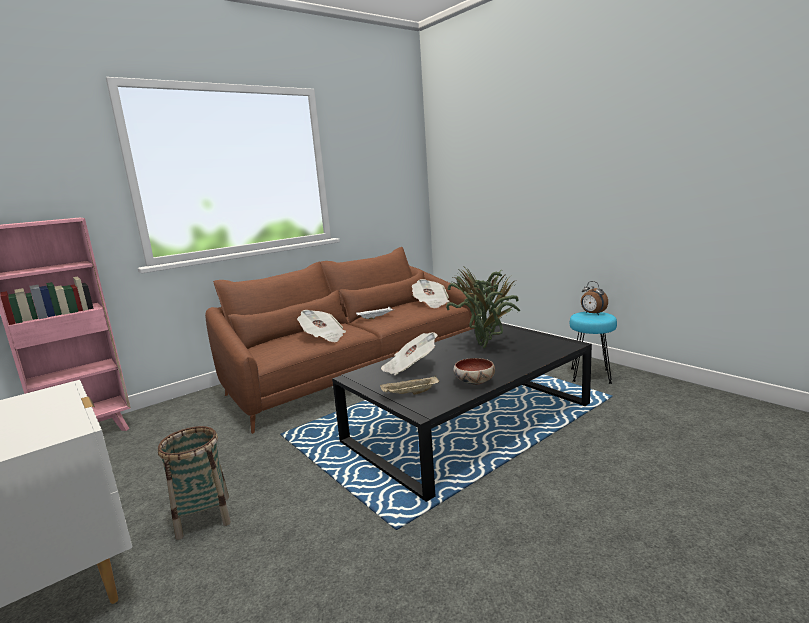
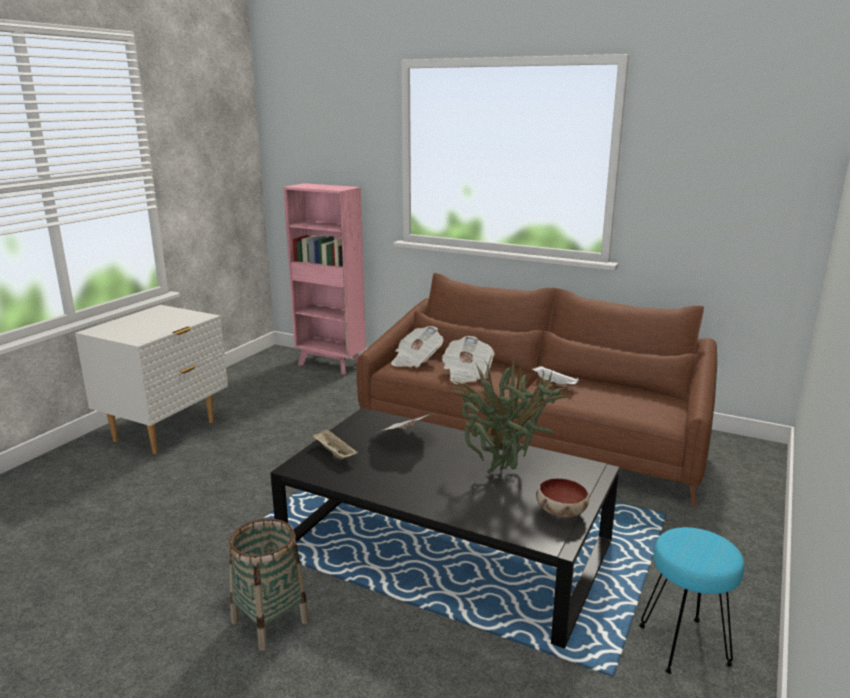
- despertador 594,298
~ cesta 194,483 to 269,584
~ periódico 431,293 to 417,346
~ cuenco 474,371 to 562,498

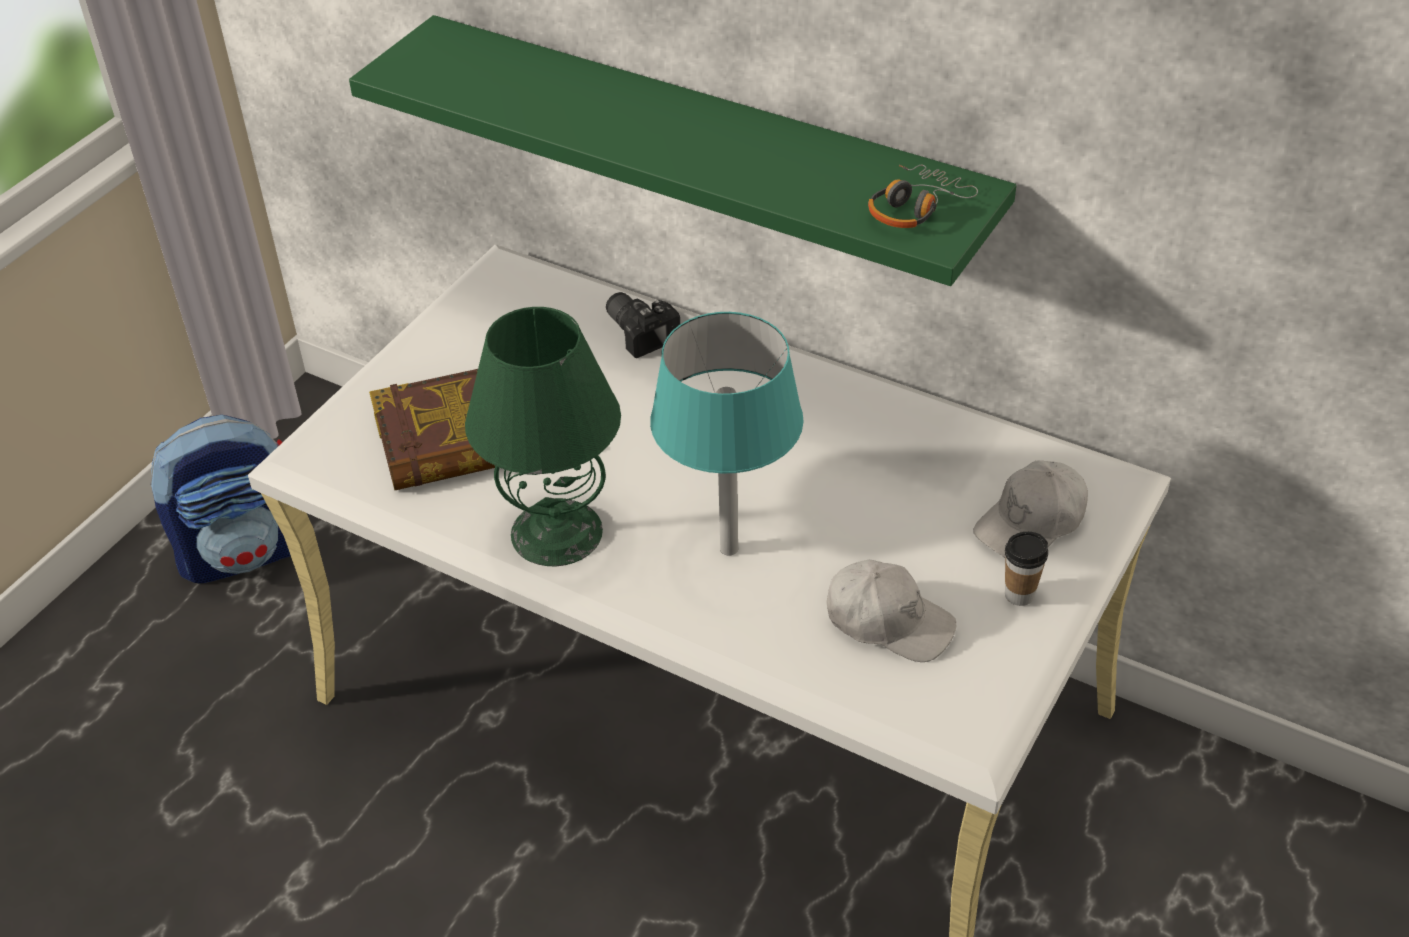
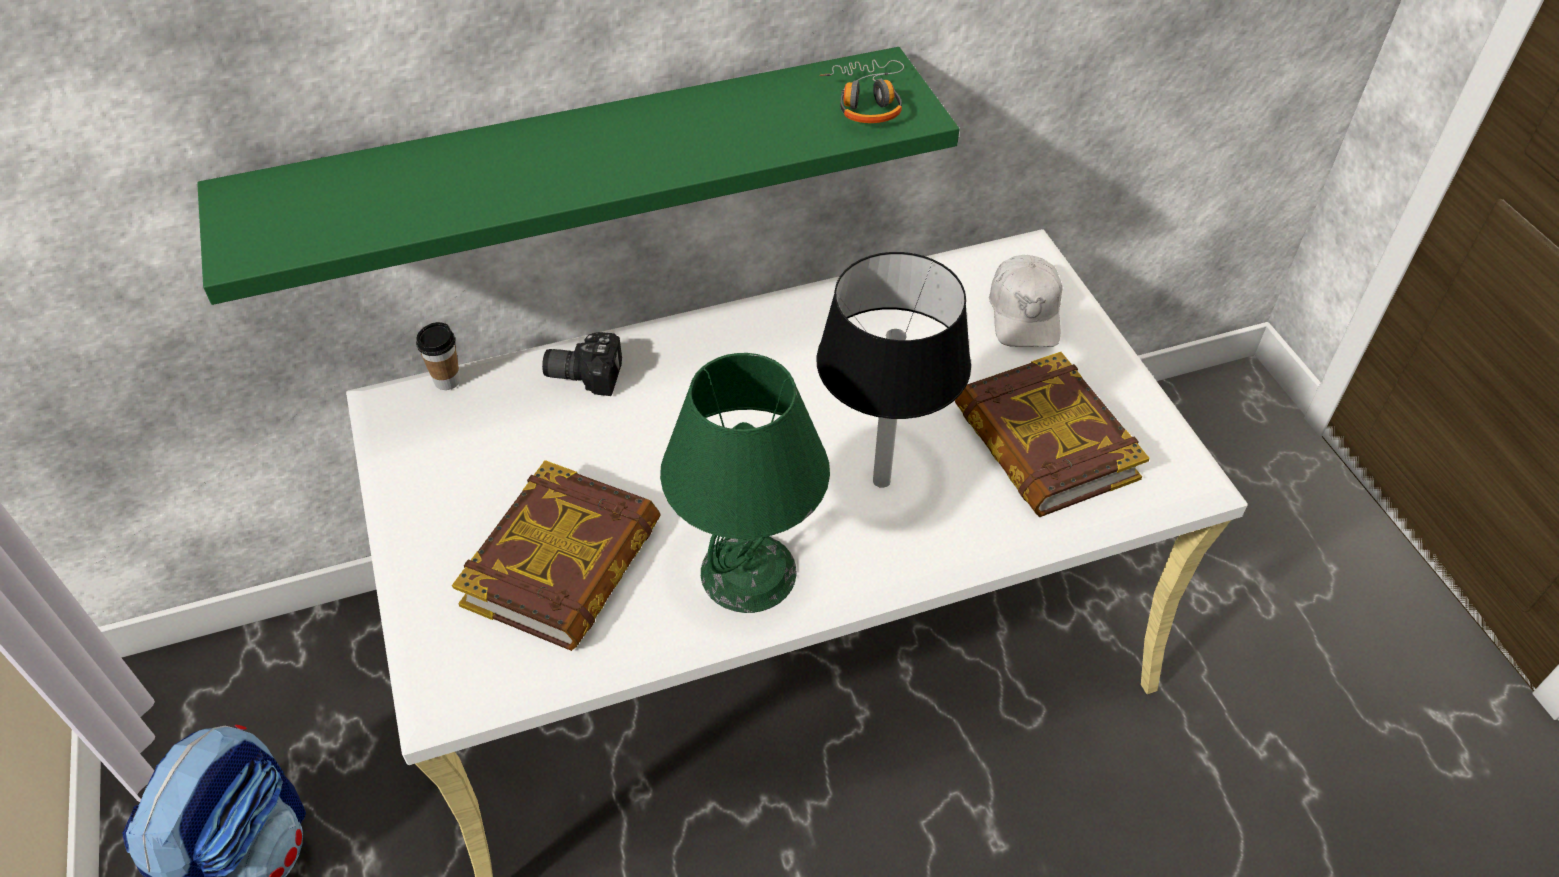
~ taza 1026,569 to 438,356
~ gorra/blanco 891,611 to libro 1052,434
~ lámpara de mesa/turquesa 727,433 to lámpara de mesa/negro 893,370

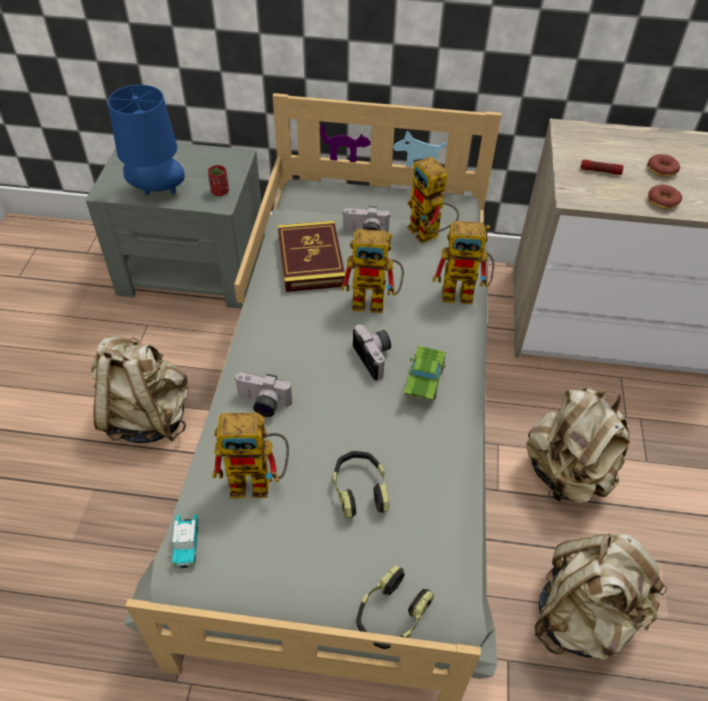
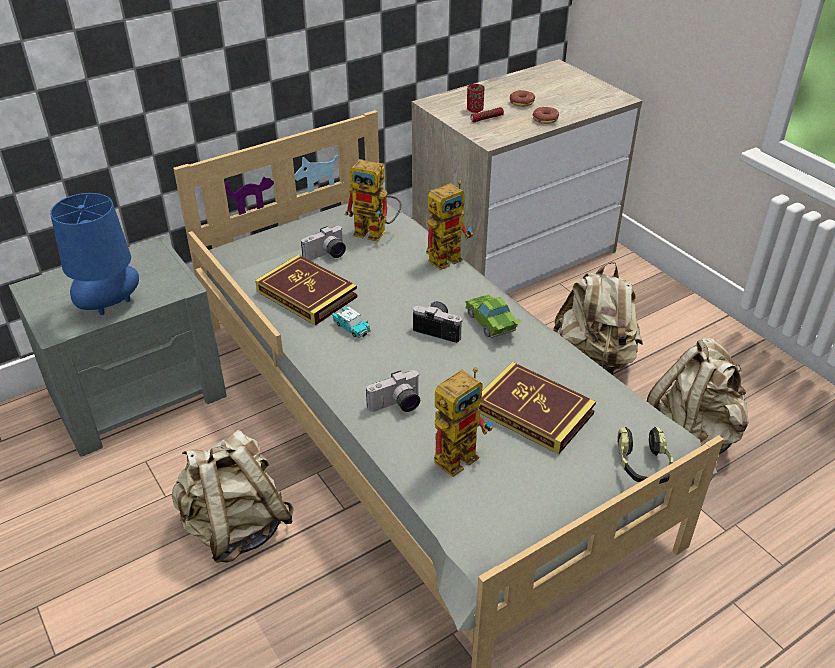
- robot de juguete 372,271
~ coche de juguete 183,541 to 351,322
~ taza/rojo 218,180 to 476,98
~ auriculares 361,484 to libro 537,408

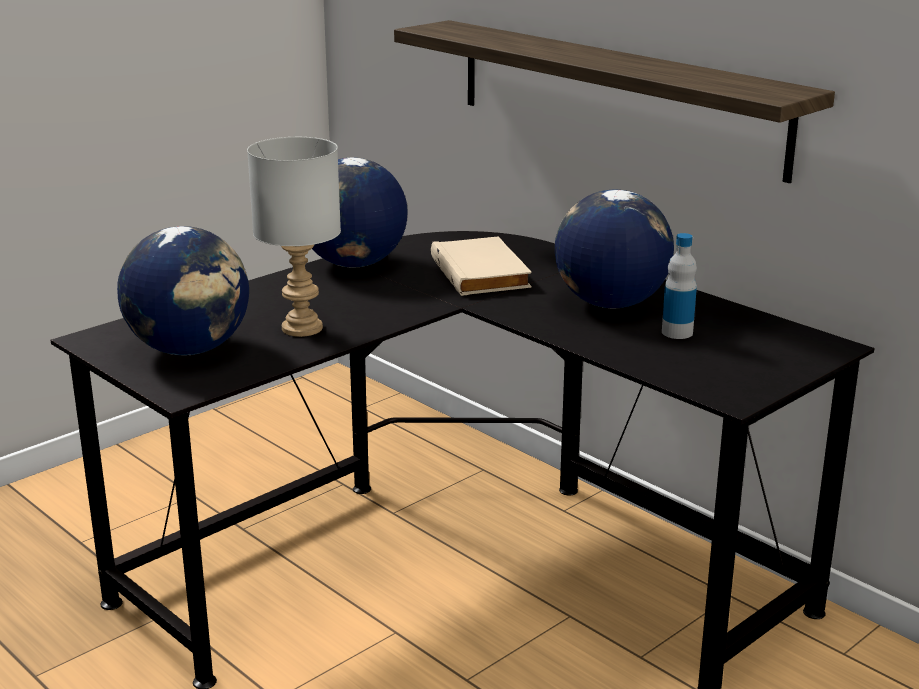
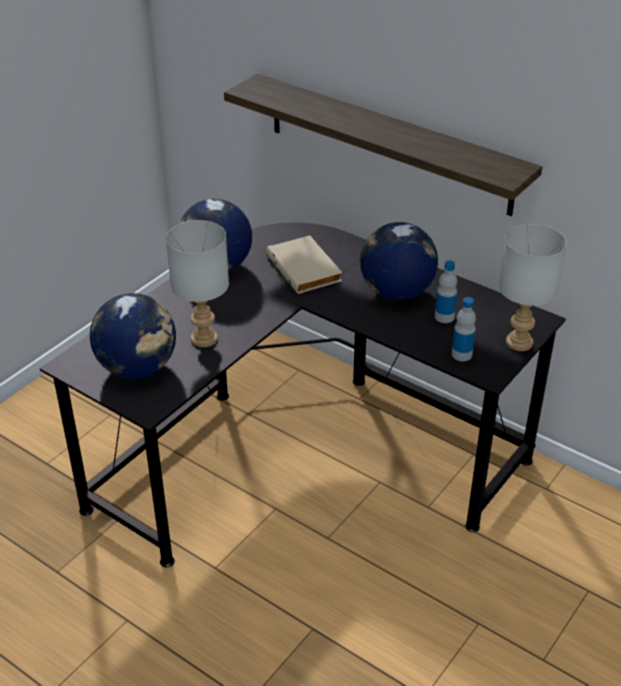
+ botella 464,329
+ lámpara de mesa/gris 533,287

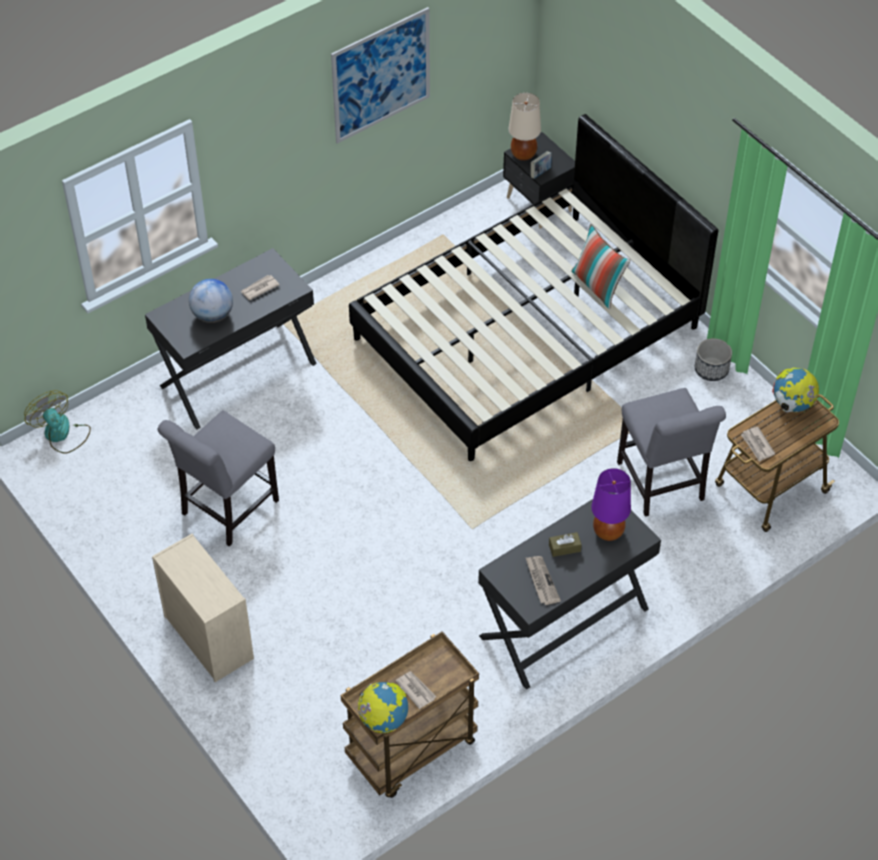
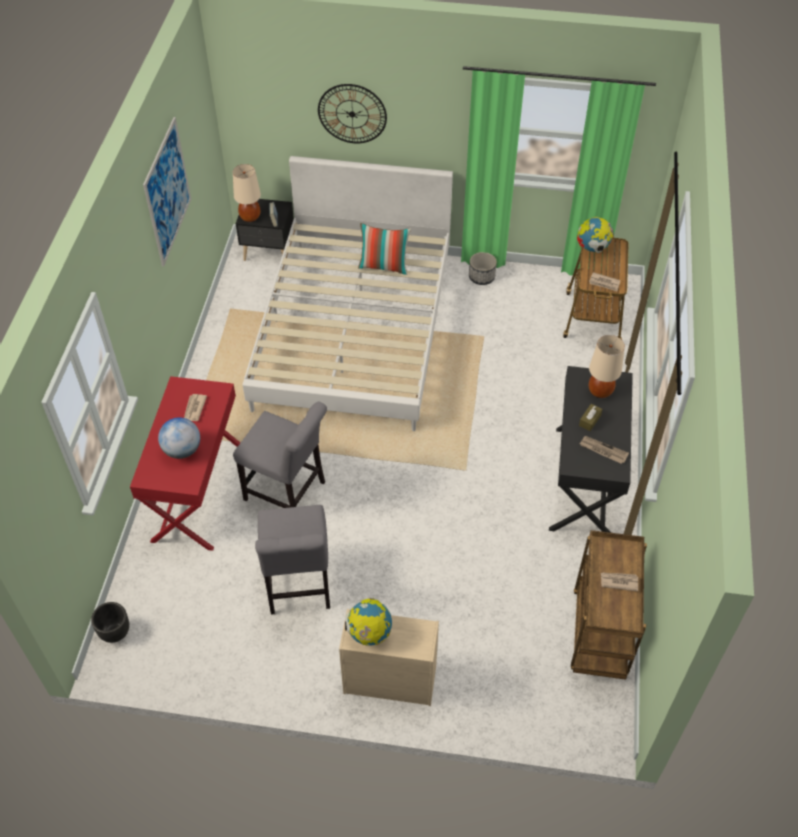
+ reloj de pared 352,113
~ globo terráqueo 383,707 to 368,622
~ silla/gris 671,452 to 280,455
~ ventilador 57,421 to maceta/negro 110,622
~ escritorio/negro 231,338 to escritorio/rojo 185,463
~ cama/negro 533,287 to cama/blanco 348,293
~ lámpara de mesa/morado 611,504 to lámpara de mesa/beis 607,366

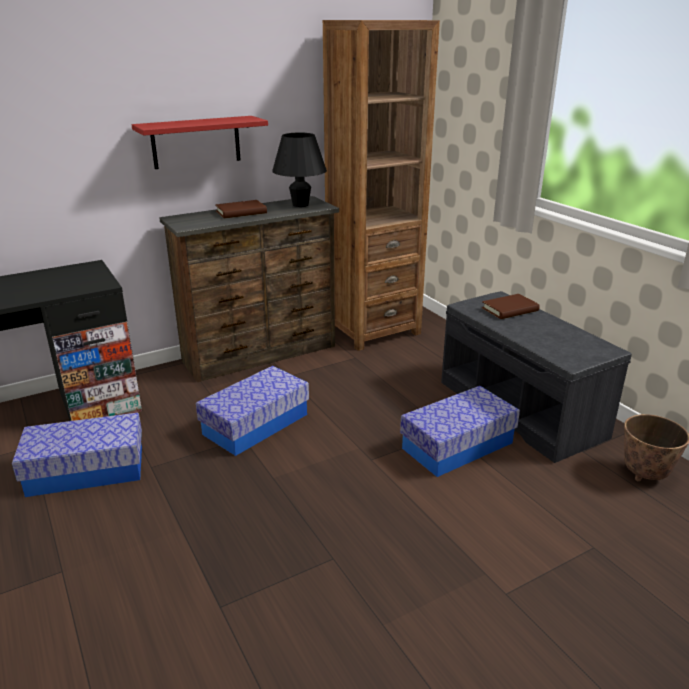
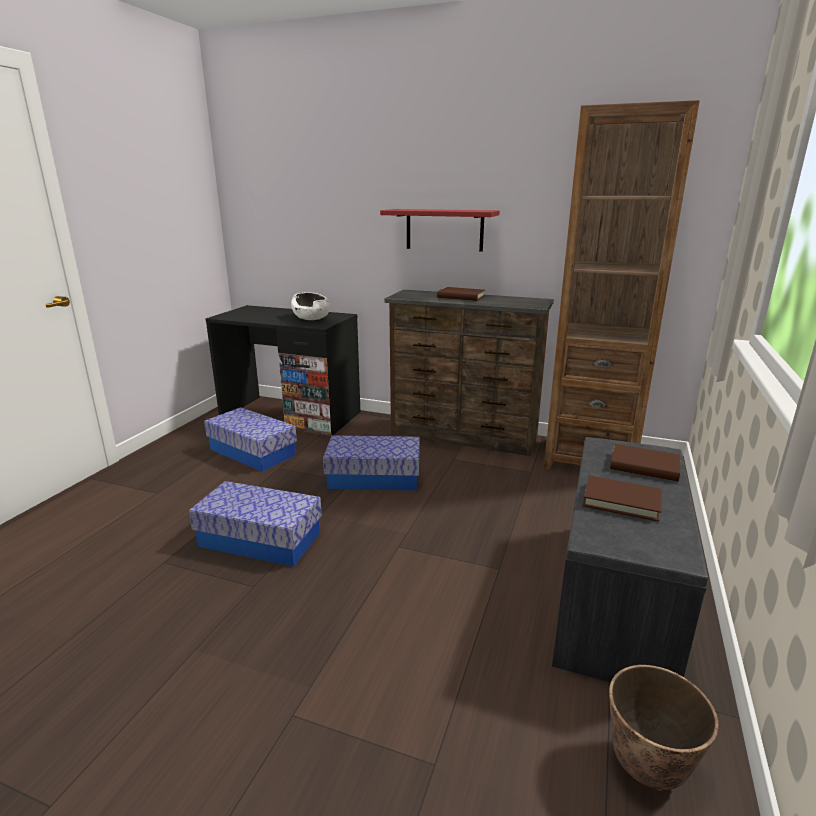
- lámpara de mesa/negro 299,169
+ cuenco/blanco 310,306
+ libro/marrón 622,499
~ caja de almacenaje 460,431 to 255,524

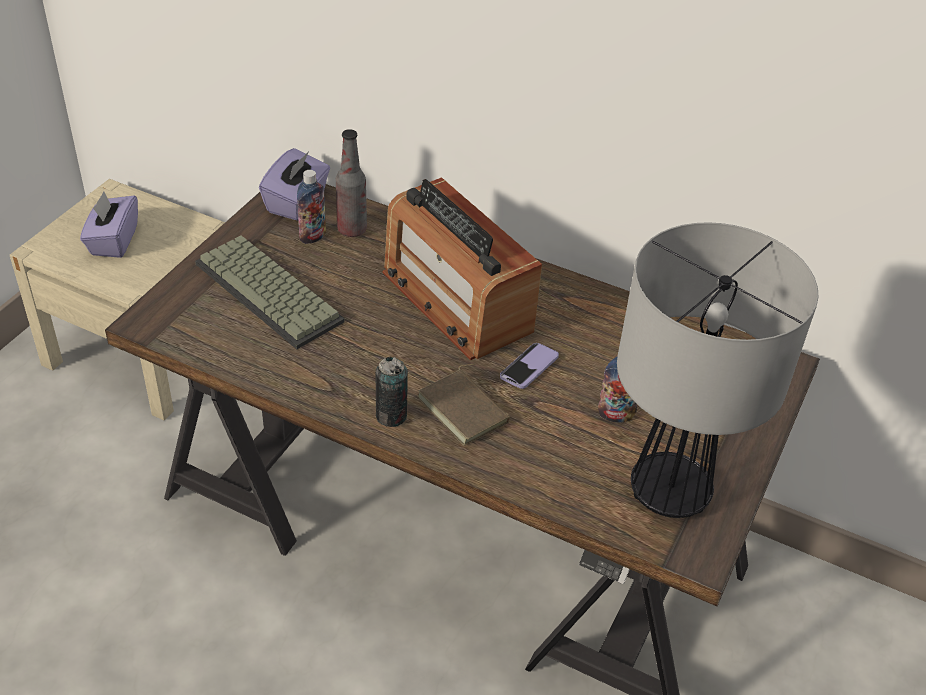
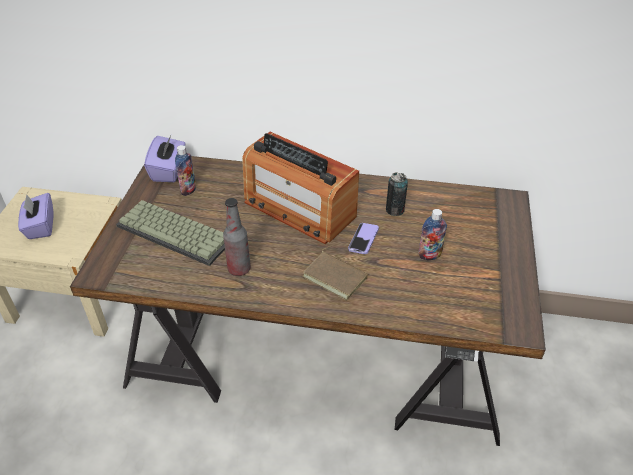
- lámpara de mesa 717,370
~ botella 351,183 to 237,237
~ lata 392,391 to 397,194

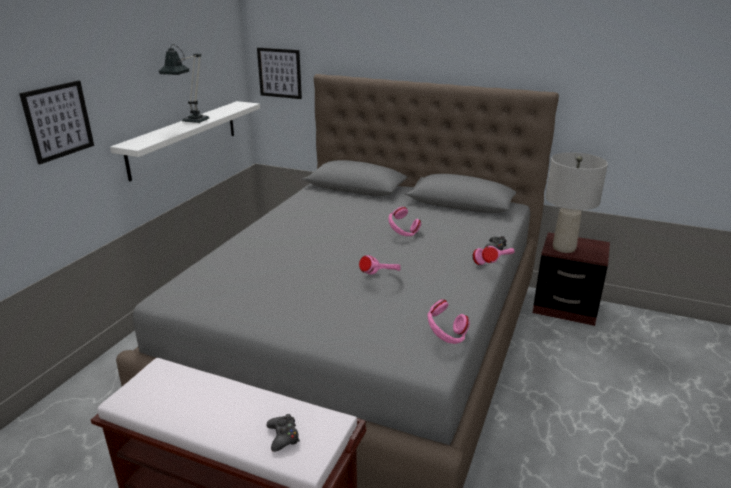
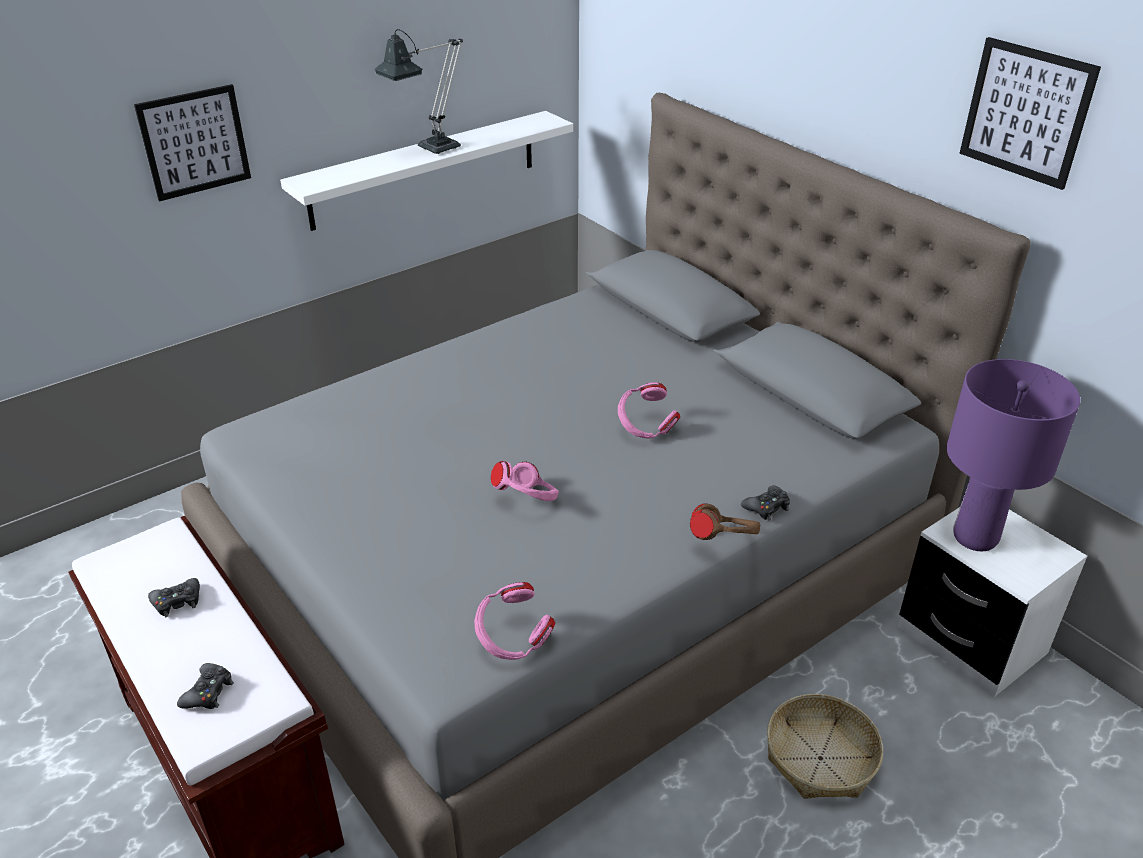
+ mando de consola/negro 174,597
+ cesta 825,746
~ cuadro 279,73 to 1030,113
~ auriculares/rosa 494,255 to auriculares/marrón 725,521
~ mesita de noche/marrón 571,279 to mesita de noche/blanco 992,602
~ lámpara de mesa/gris 577,202 to lámpara de mesa/morado 1014,455

